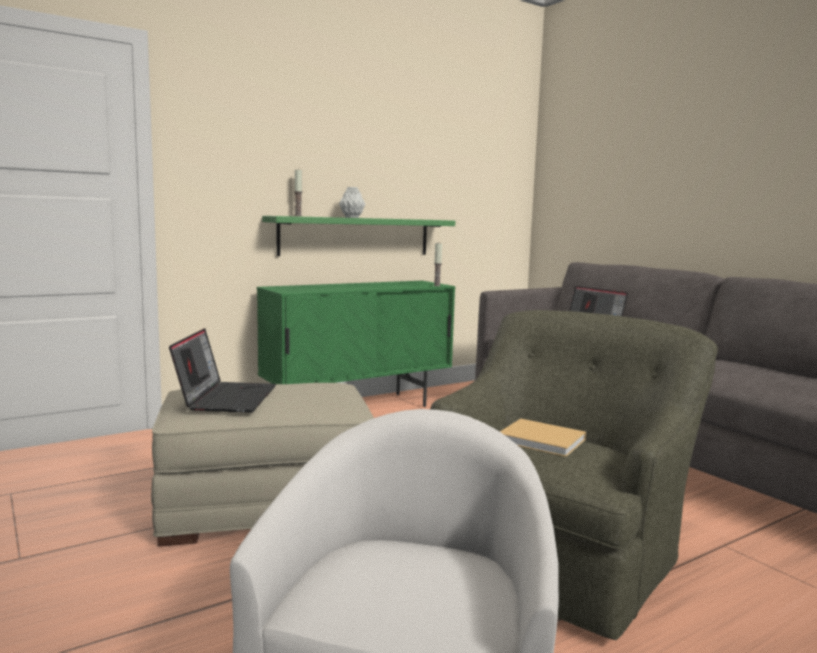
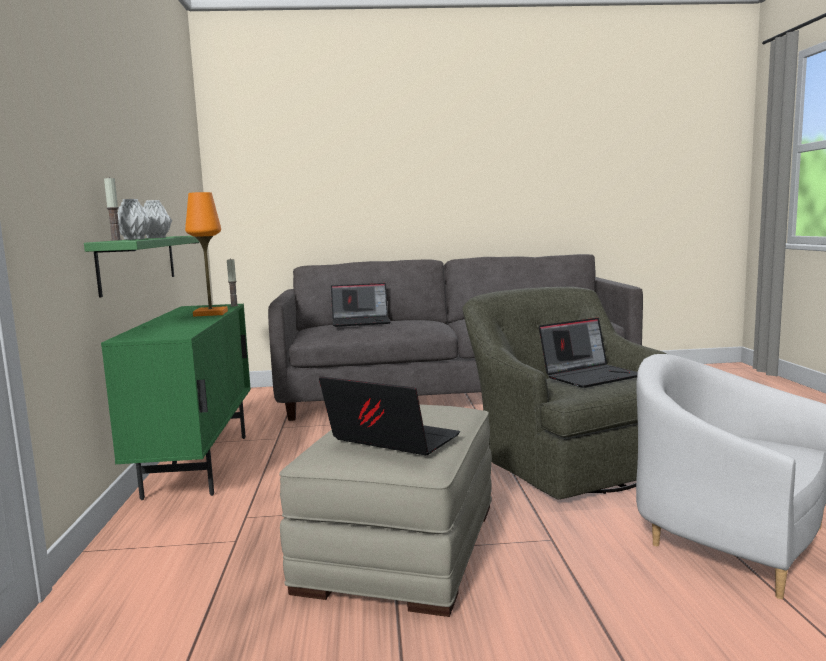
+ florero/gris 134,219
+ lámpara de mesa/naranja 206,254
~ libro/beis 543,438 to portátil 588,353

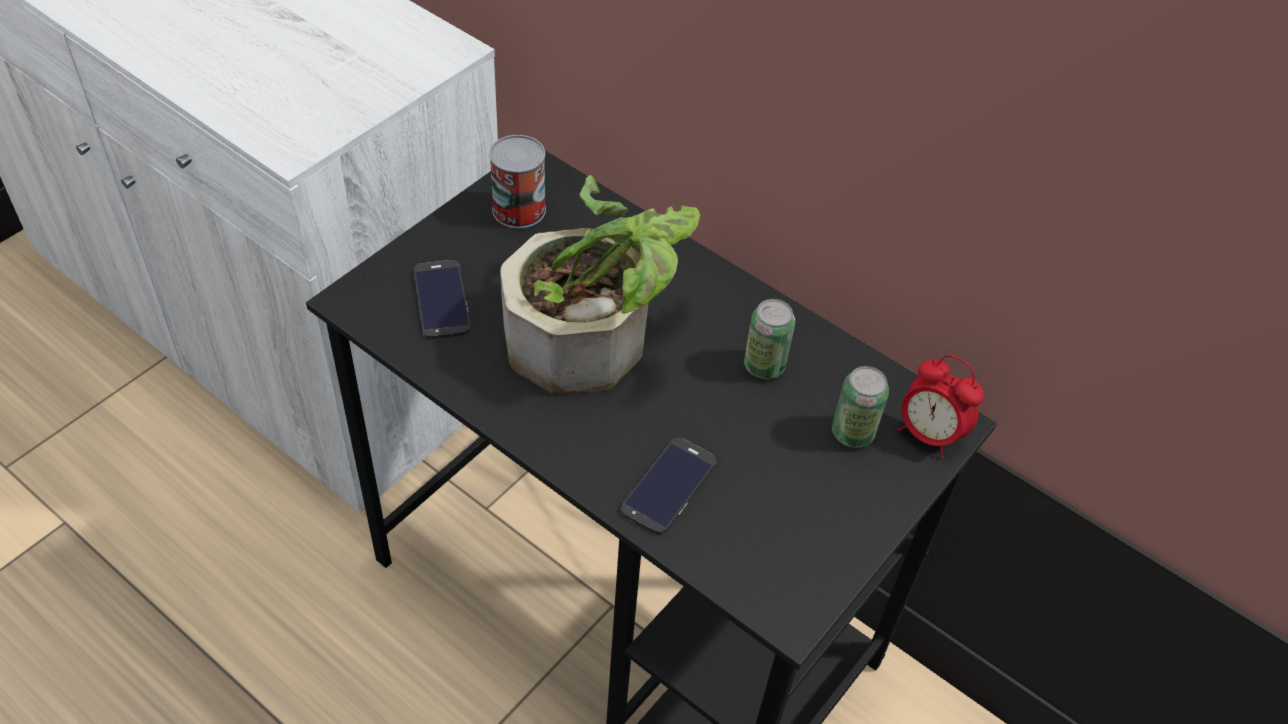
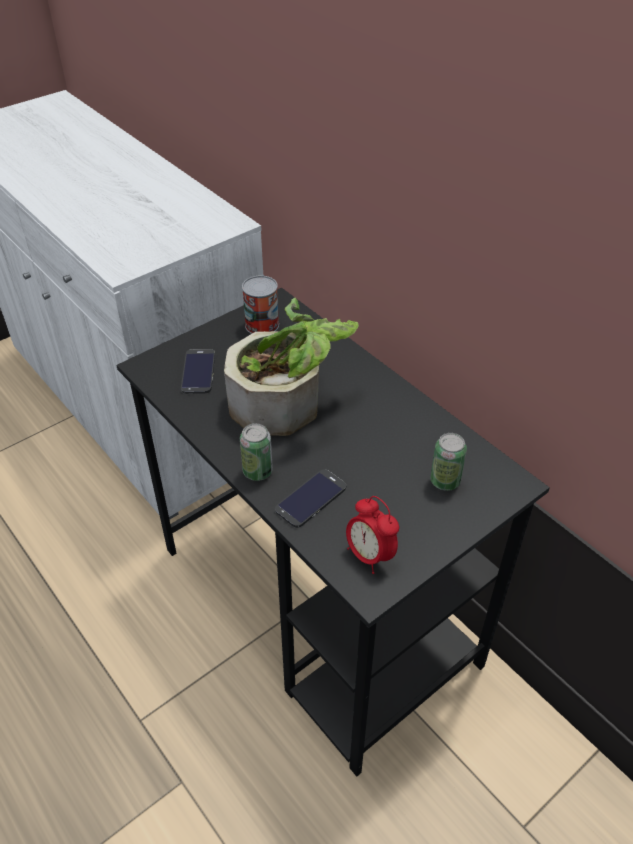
~ lata 769,339 to 256,452
~ despertador 941,407 to 372,535

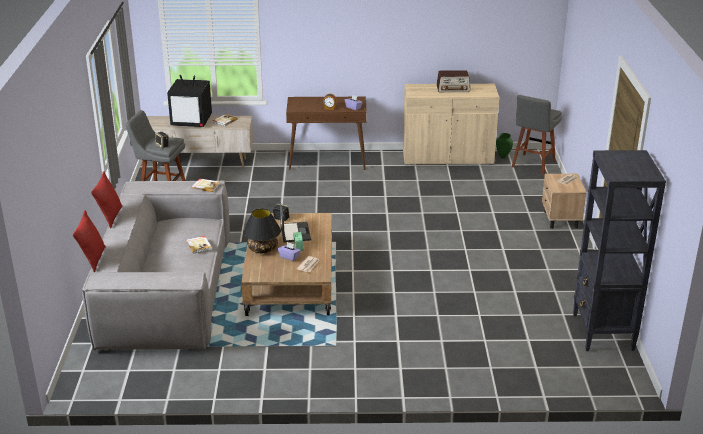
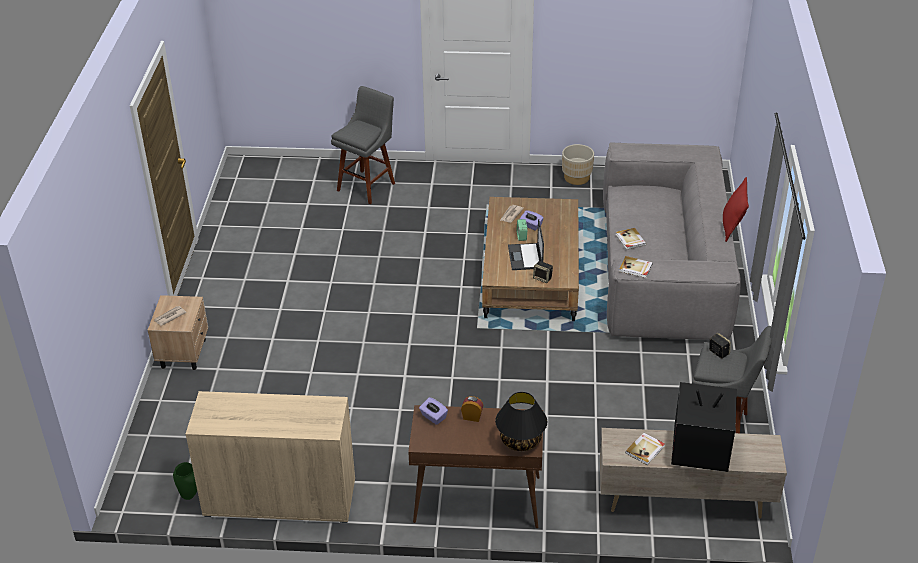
- cojín/rojo 89,241
- radio 453,81
- estantería/negro 619,250
+ maceta/beis 578,164
~ lámpara de mesa/negro 262,231 to 521,421
~ taburete/gris 537,135 to 363,145

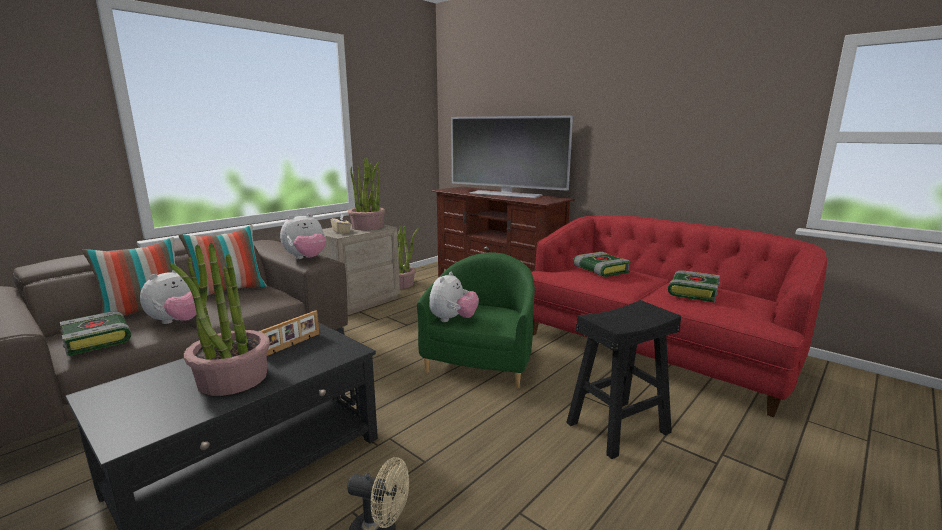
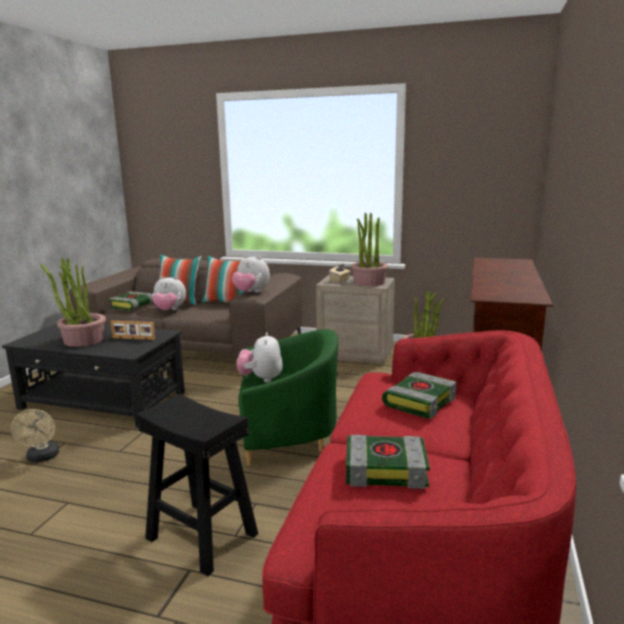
- televisor 512,156
~ peluche 454,297 = 260,357 90 degrees clockwise

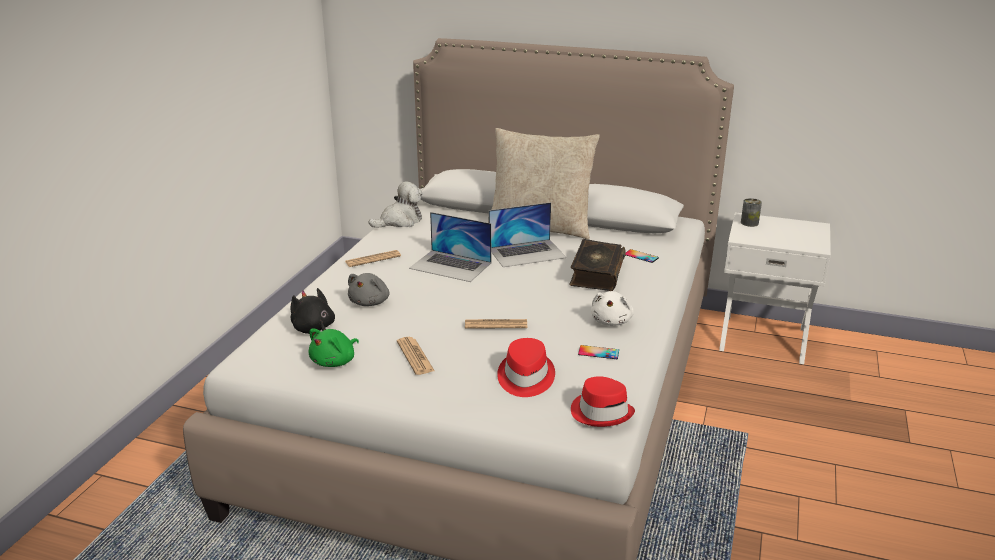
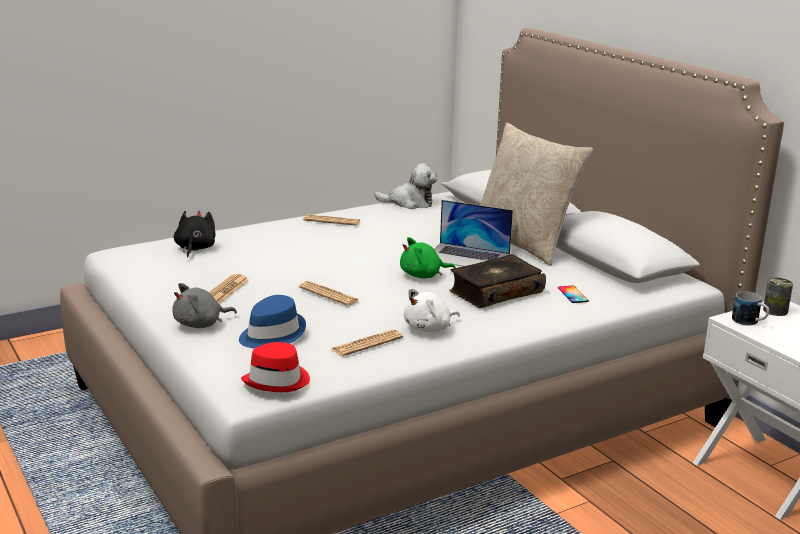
- portátil 450,247
+ taza grande 750,308
~ peluche/verde 333,348 to 428,257
~ peluche/gris 368,289 to 204,305
~ móvil 598,352 to periódico 367,342
~ sombrero/rojo 526,367 to sombrero/azul 272,322

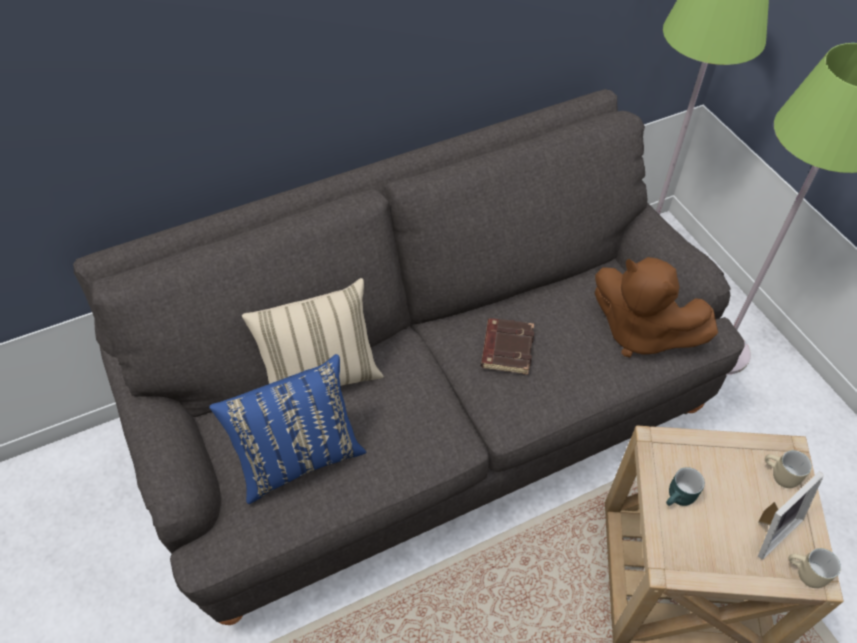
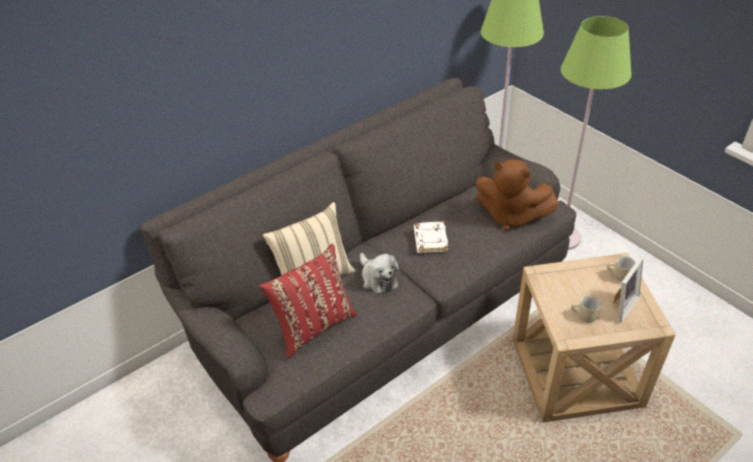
- taza grande/turquesa 685,486
+ peluche 380,273
~ taza grande/beis 814,568 to 586,309
~ cojín/azul 287,429 to cojín/rojo 308,301
~ libro/marrón 507,346 to libro/blanco 431,237

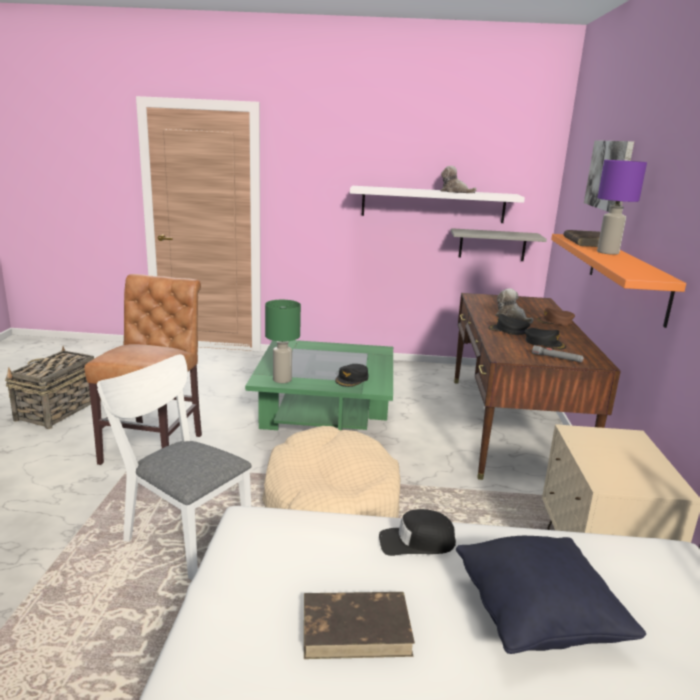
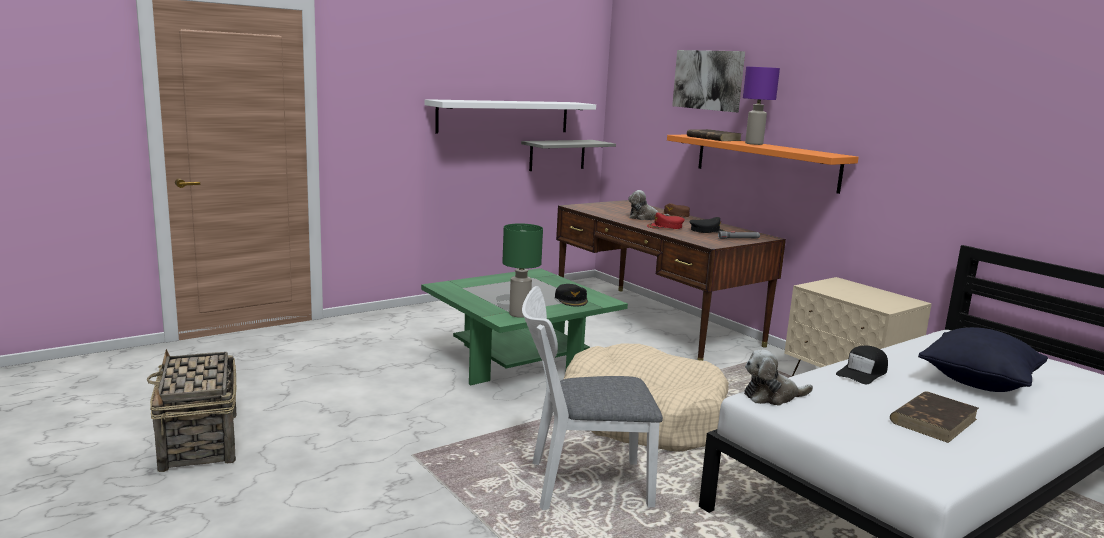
- silla/marrón 143,369
~ peluche 459,179 to 778,378
~ gorra/negro 509,324 to gorra/rojo 666,220

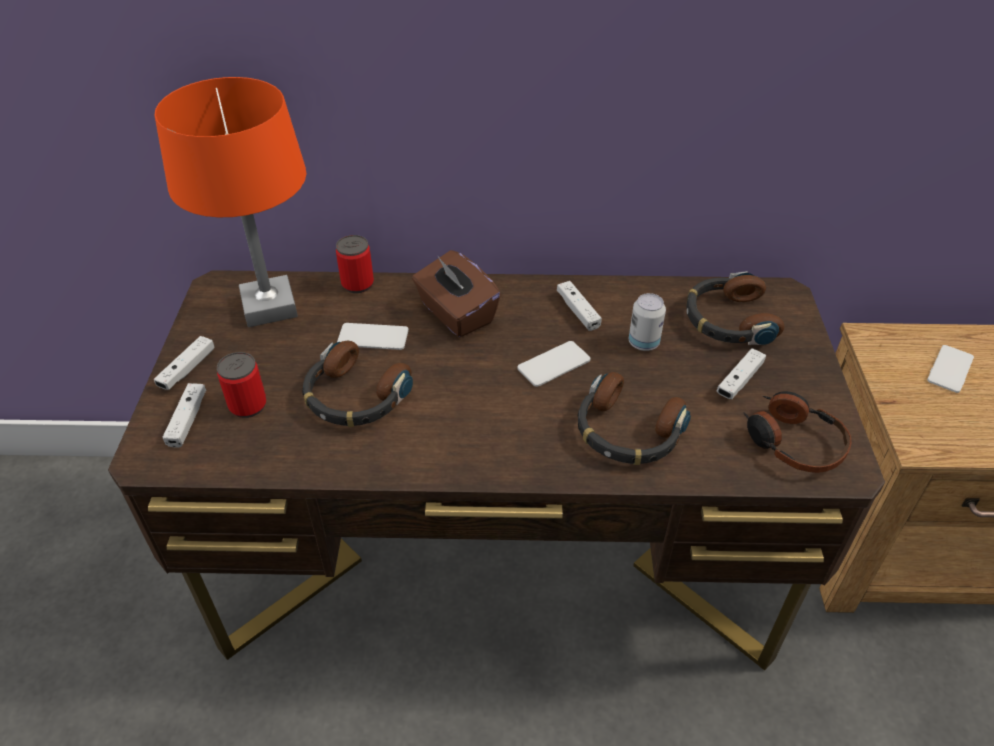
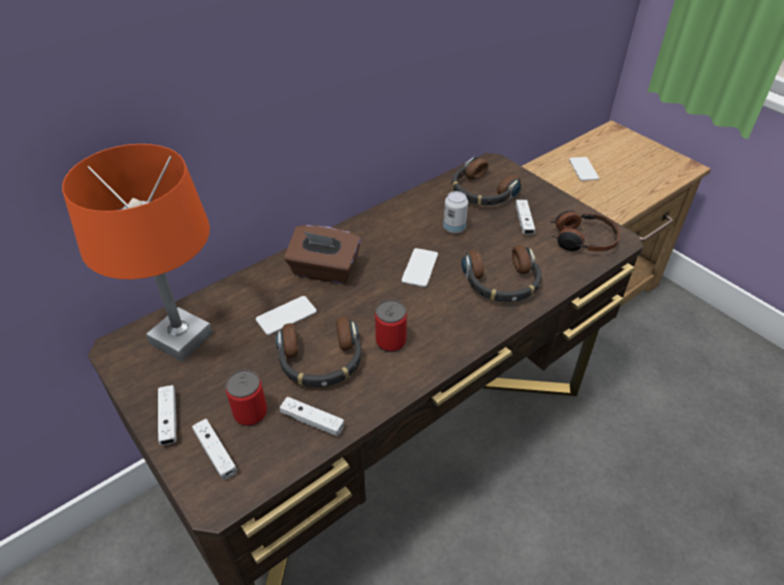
~ lata 355,264 to 391,326
~ mando de consola/blanco 579,306 to 312,416

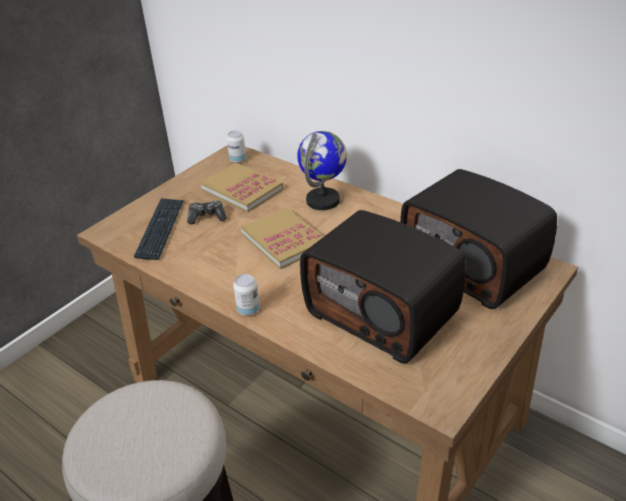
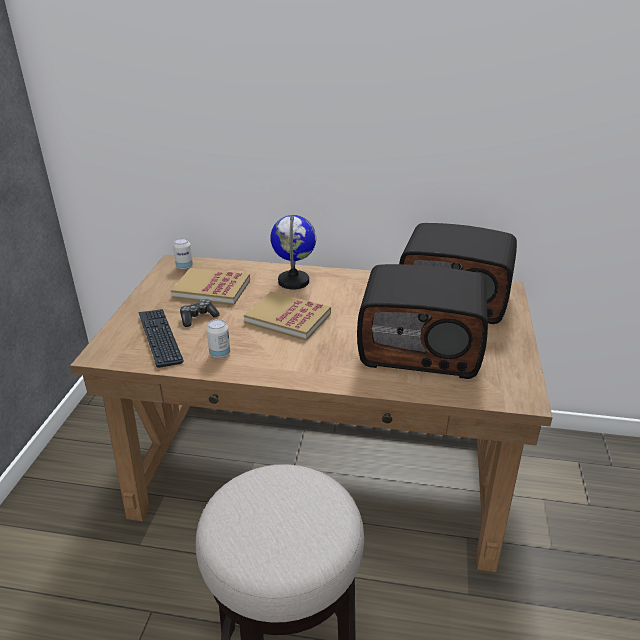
~ lata 246,295 to 218,338

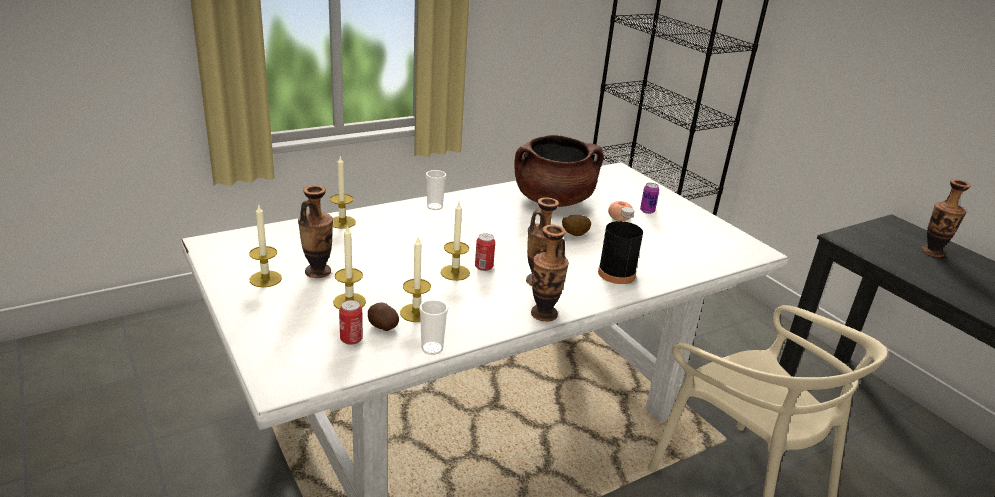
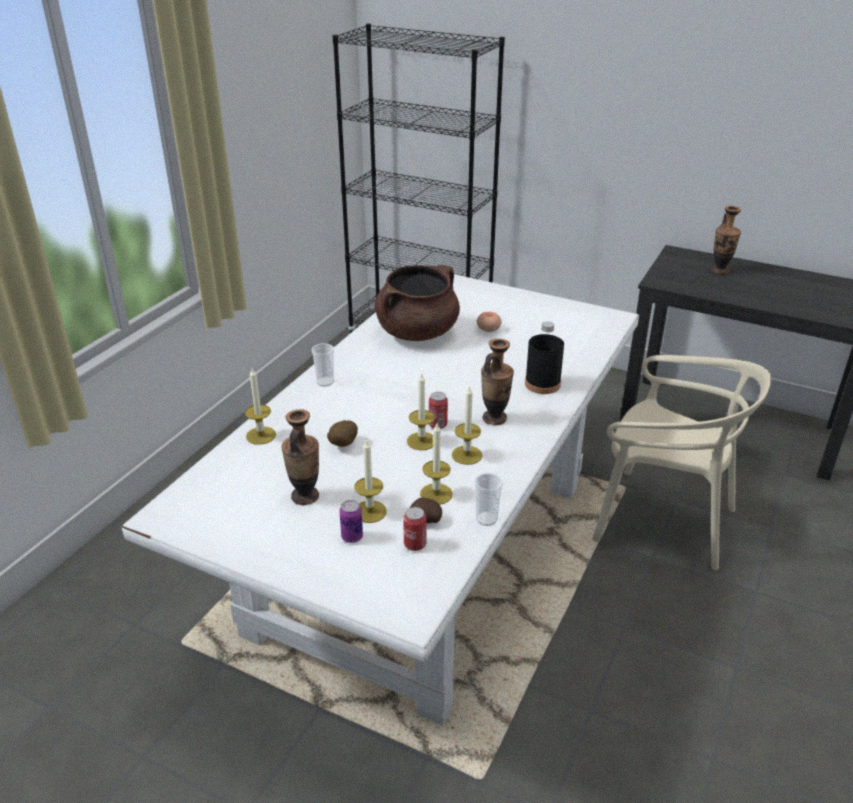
- florero 550,273
~ vela 265,246 to 467,425
~ patata 576,225 to 342,433
~ lata 649,198 to 351,521

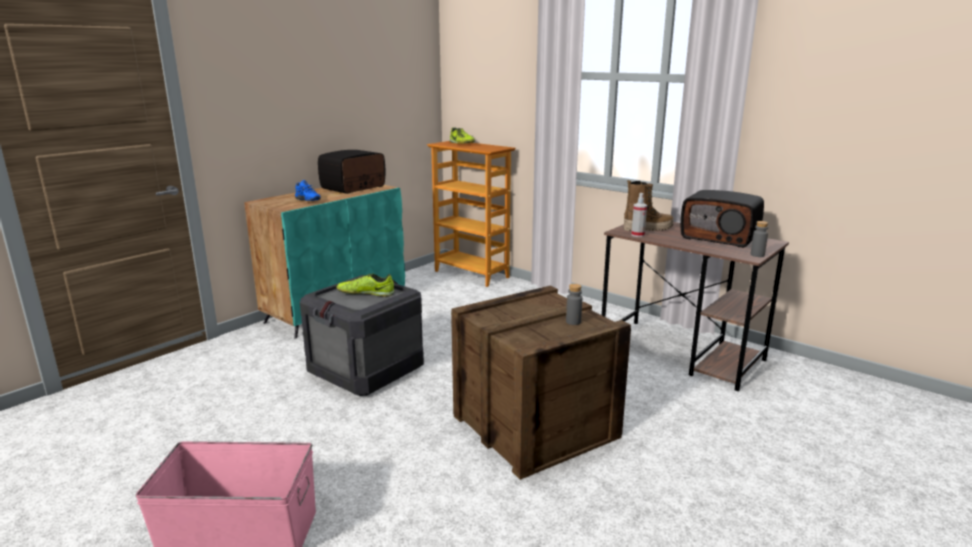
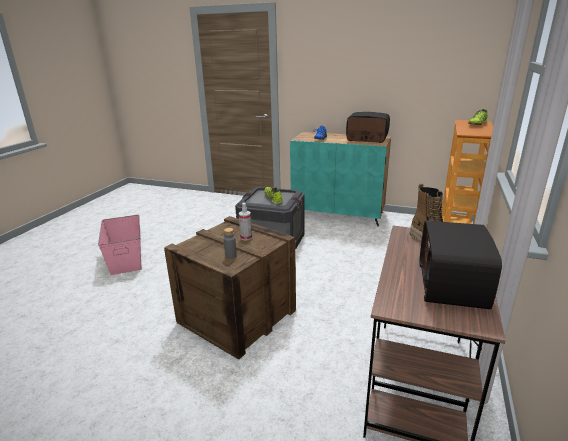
- botella/gris 759,239
~ pulverizador 639,215 to 245,222

